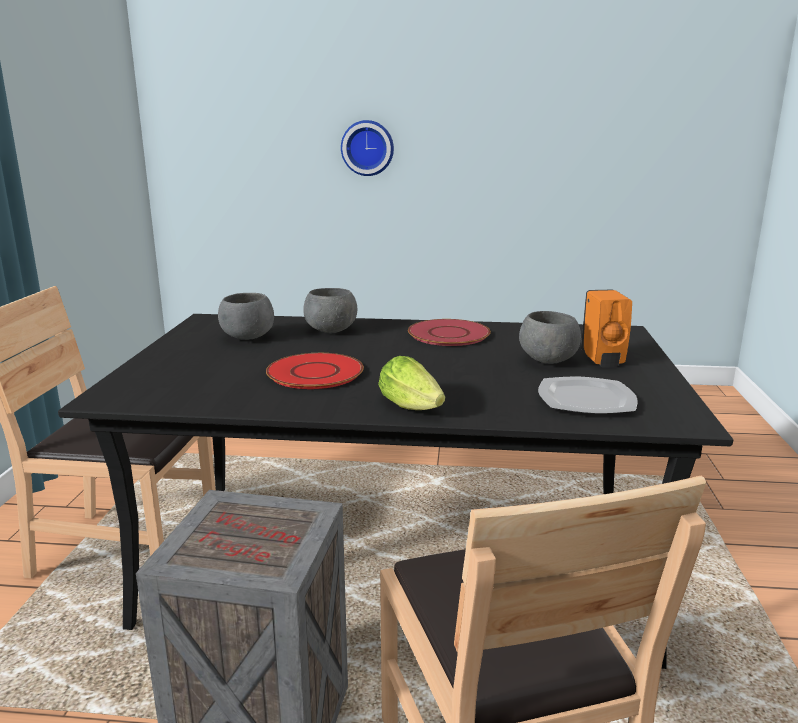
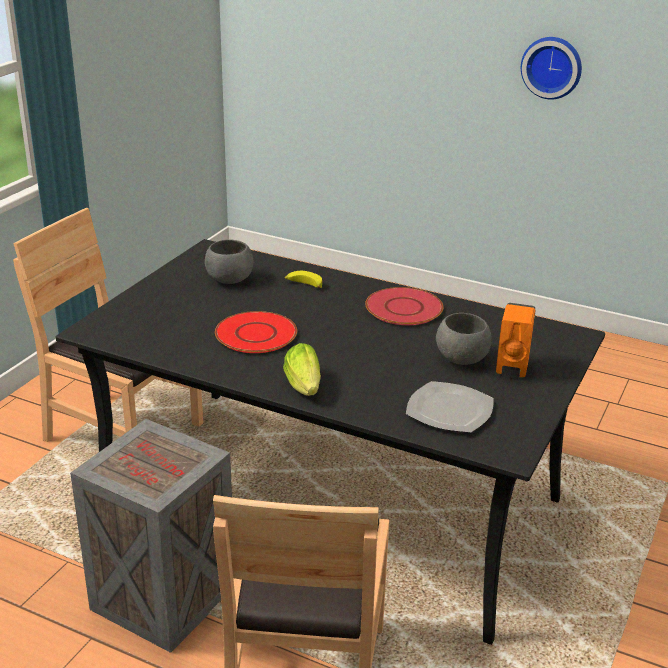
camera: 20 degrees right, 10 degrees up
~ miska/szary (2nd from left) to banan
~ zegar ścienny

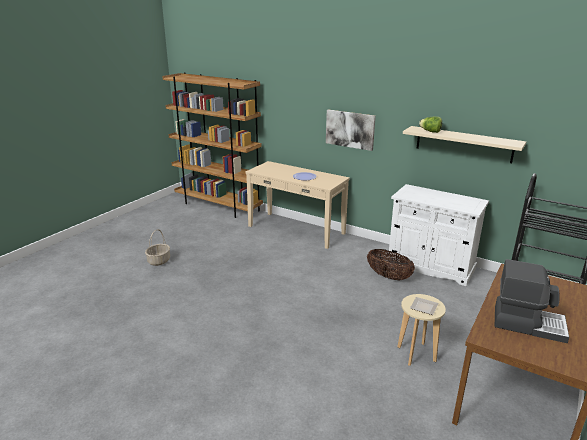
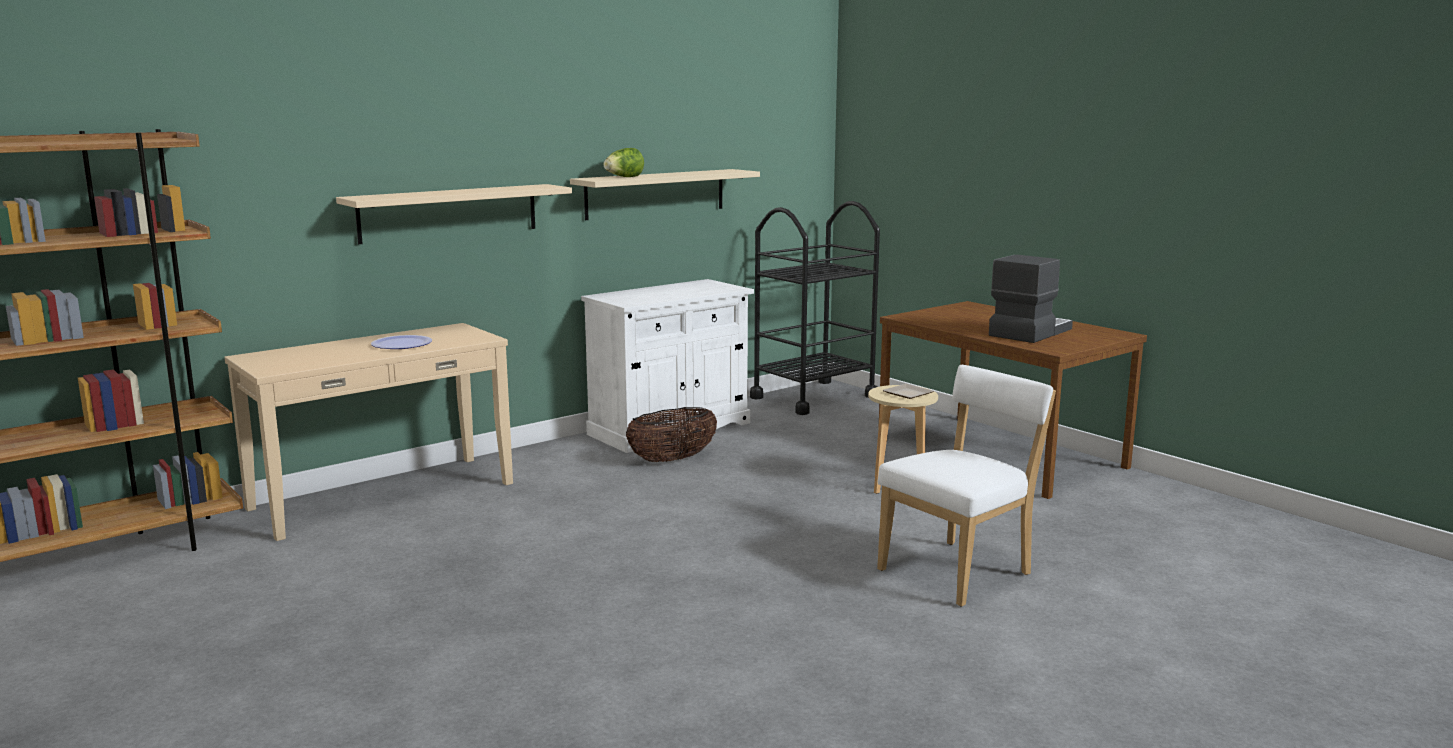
camera: 70 degrees left, 10 degrees down
~ obraz to półka/beżowy (1st from left)
+ krzesło/biały
- koszyk (1st from left)

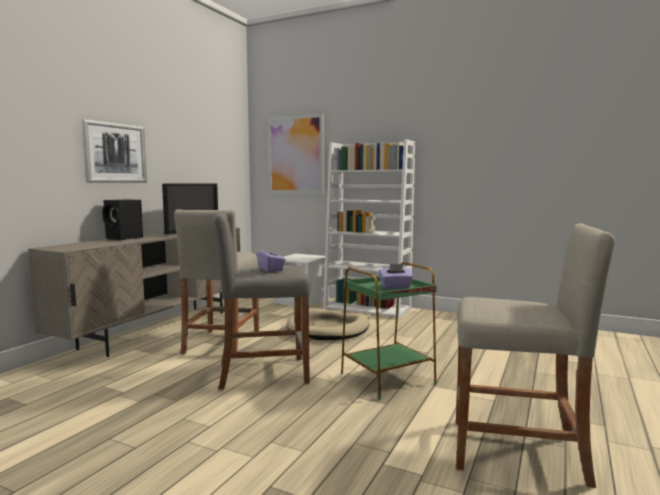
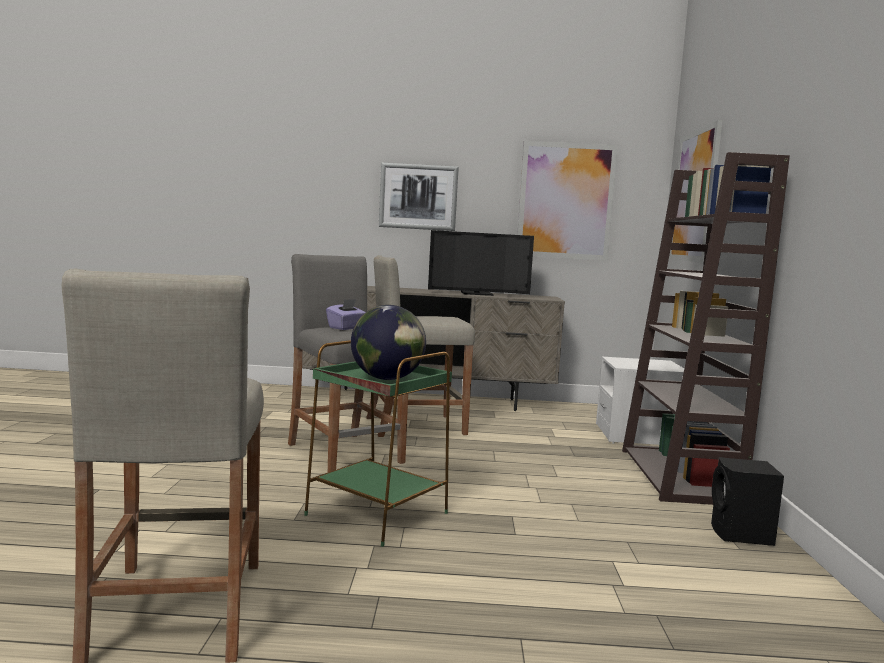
camera: 65 degrees right, 0 degrees up
~ pudełko chusteczek/fioletowy (2nd from left) to globus
+ obraz (2nd from left)
~ regał/biały to regał/brązowy
~ głośnik/czarny
- legowisko/beżowy

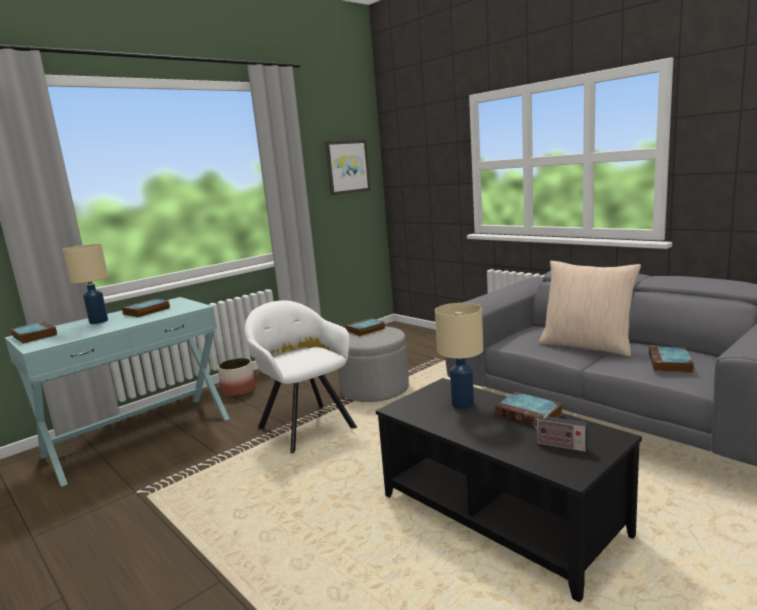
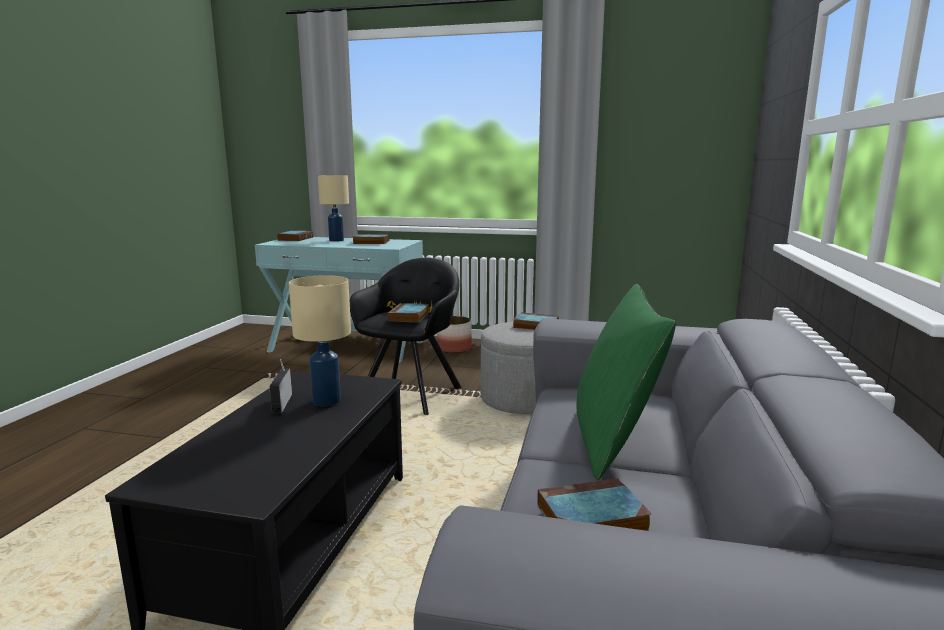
camera: 55 degrees right, 0 degrees up
~ radio
~ fotel/biały to fotel/czarny
~ książka (4th from left in the first image) to książka (3rd from left)
~ poduszka/beżowy to poduszka/zielony
- obraz

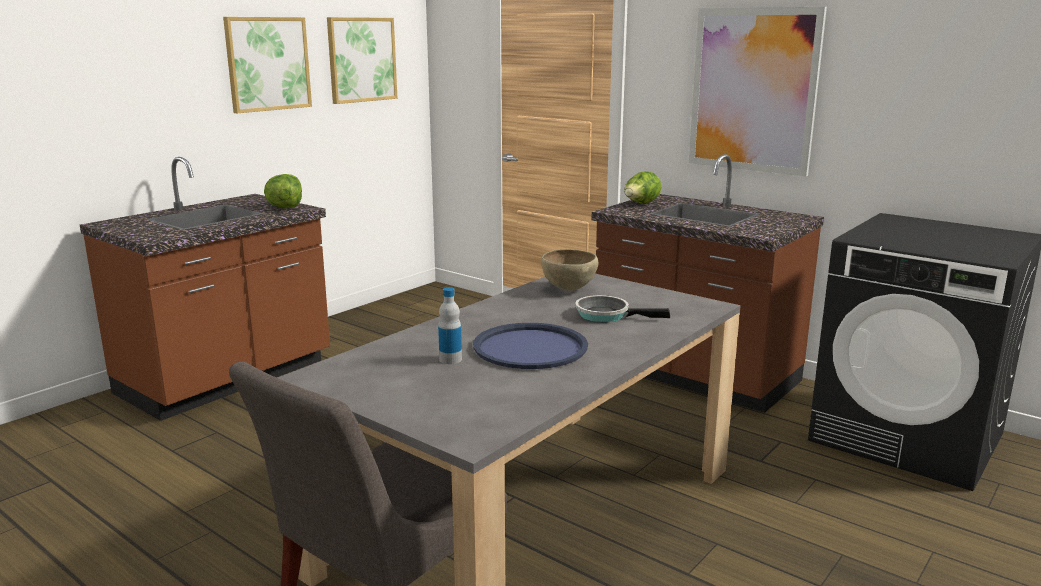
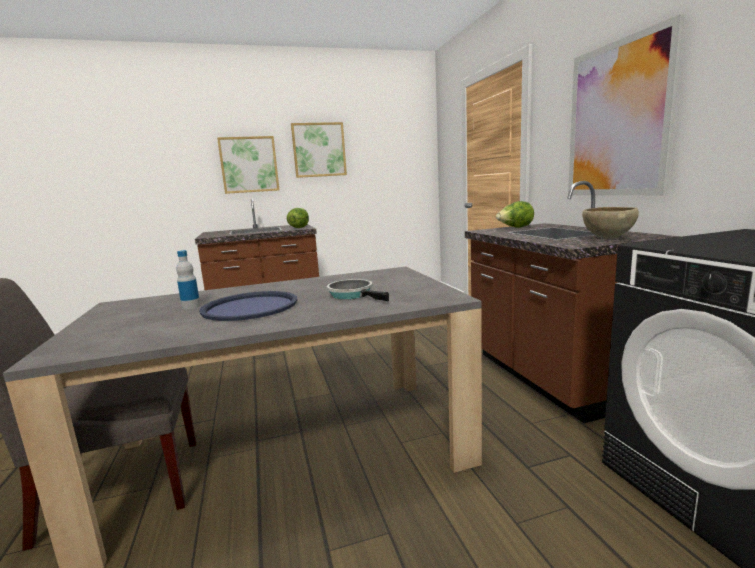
camera: 35 degrees right, 5 degrees down
~ obraz (2nd from left in the first image) to obraz (1st from left)
~ miska/brązowy

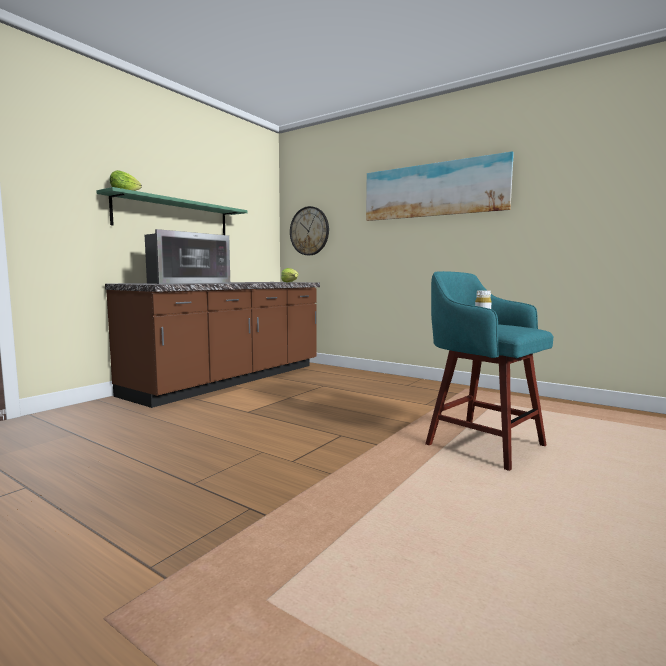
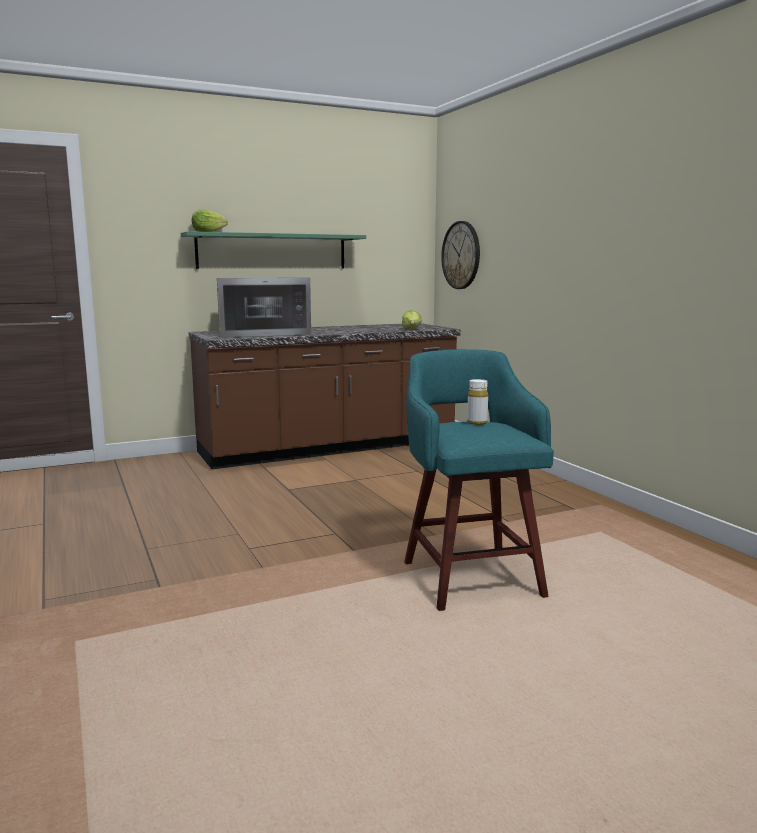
camera: 30 degrees right, 5 degrees up
- obraz

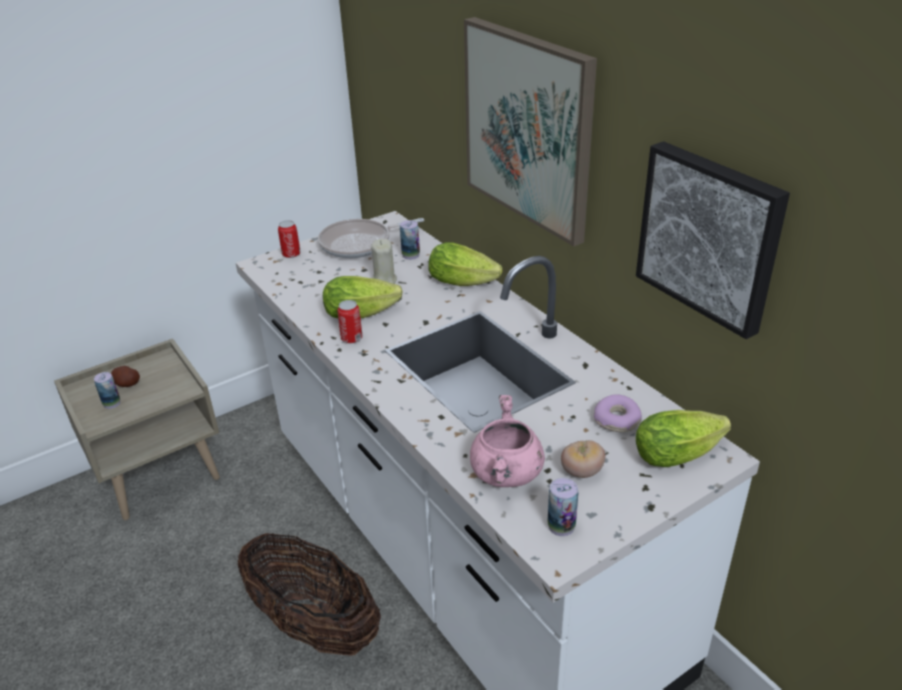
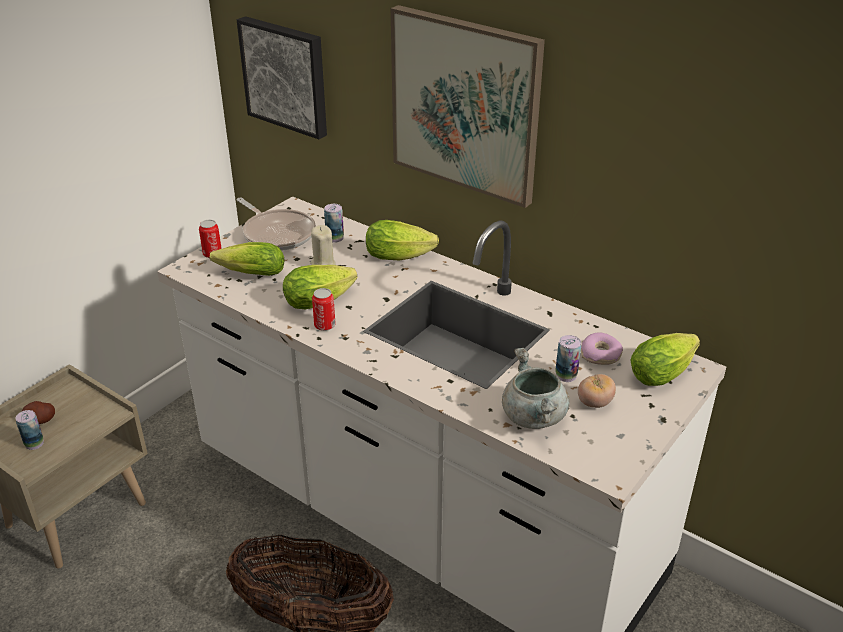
camera: 20 degrees left, 0 degrees up
+ sałata (1st from left)
~ patelnia 90 degrees counterclockwise
~ obraz (2nd from left in the first image) to obraz (1st from left)
~ garnek/różowy to garnek/szary
~ puszka (5th from left)

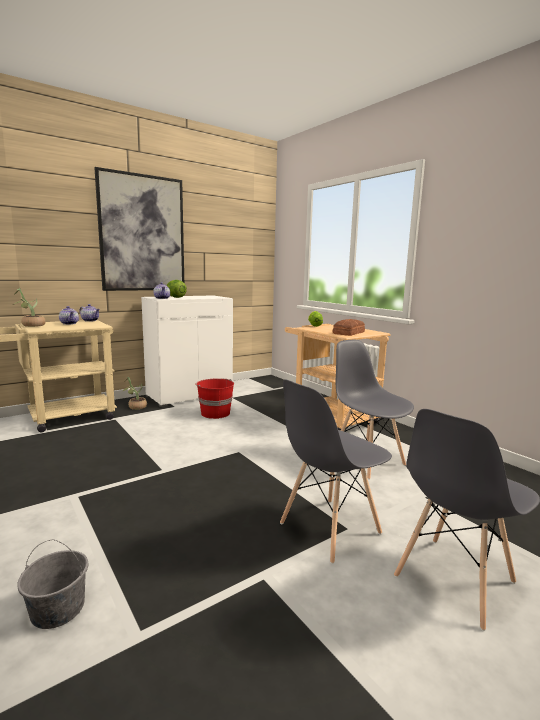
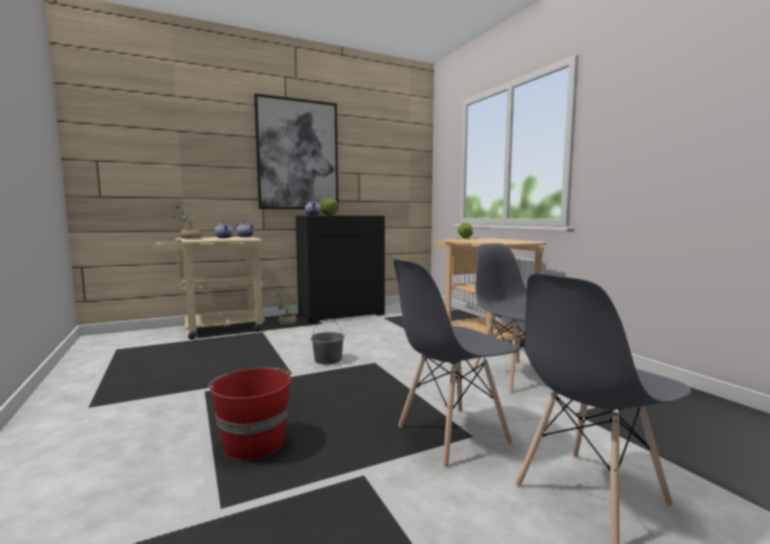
camera: 10 degrees right, 5 degrees down
~ wiadro/czerwony
~ szafka/biały to szafka/czarny
~ wiadro/szary
- chleb

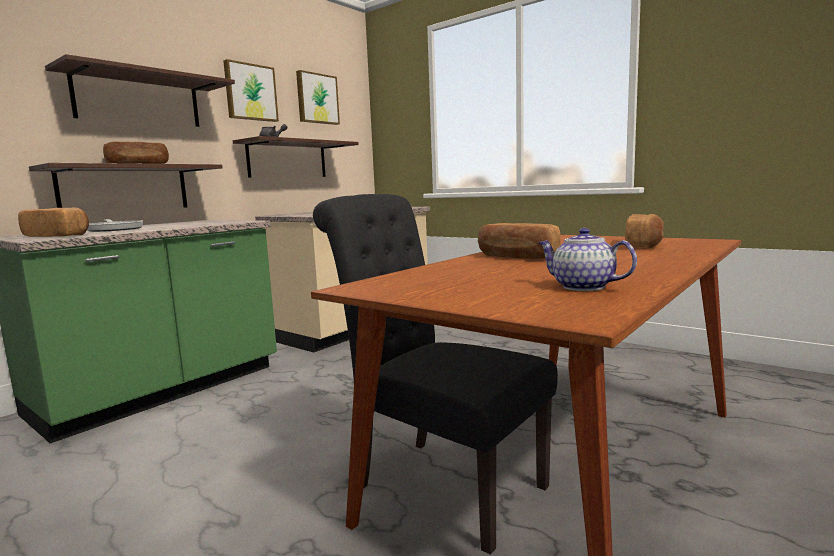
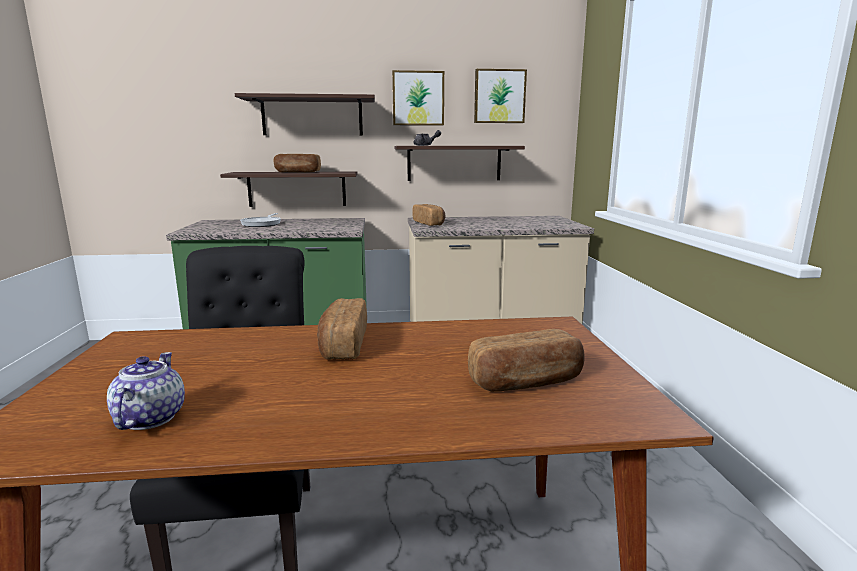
camera: 45 degrees right, 5 degrees up
~ chleb (1st from left in the first image) to chleb (3rd from left)

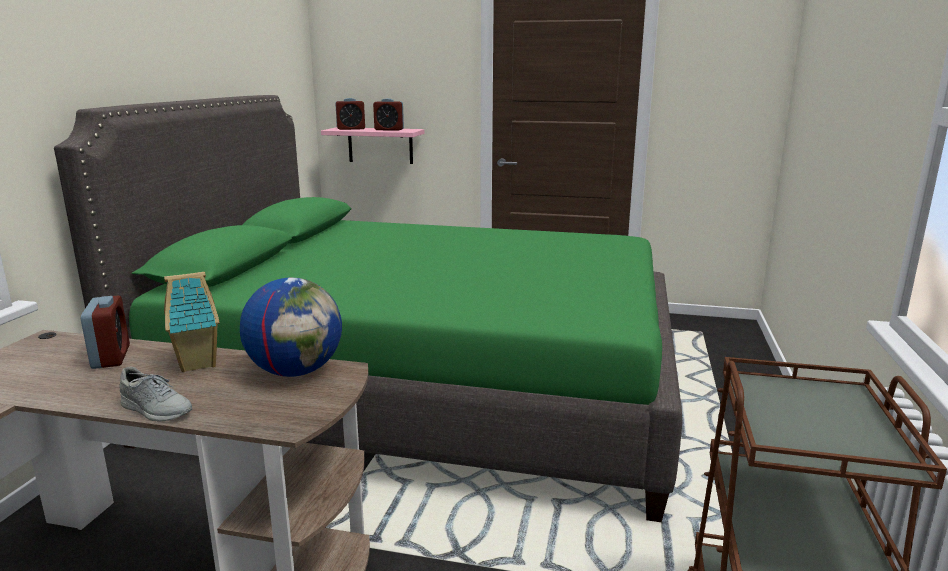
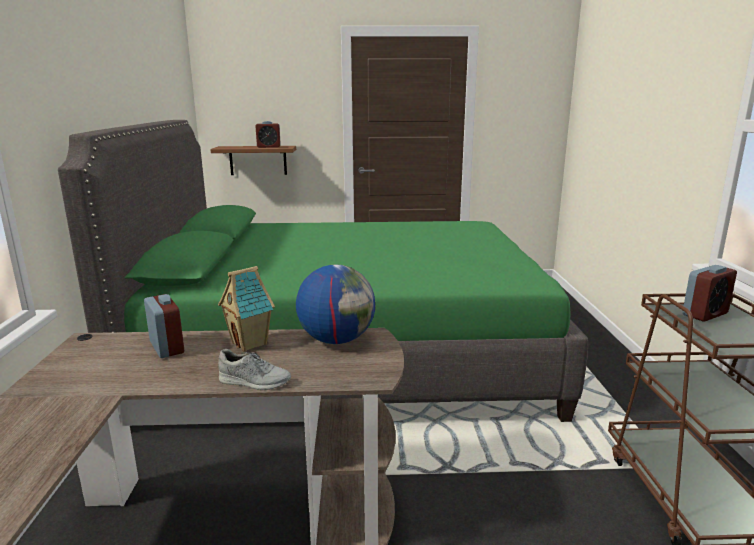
camera: 15 degrees left, 0 degrees up
~ półka/różowy to półka/brązowy
~ budzik (2nd from left in the first image) to budzik (3rd from left)

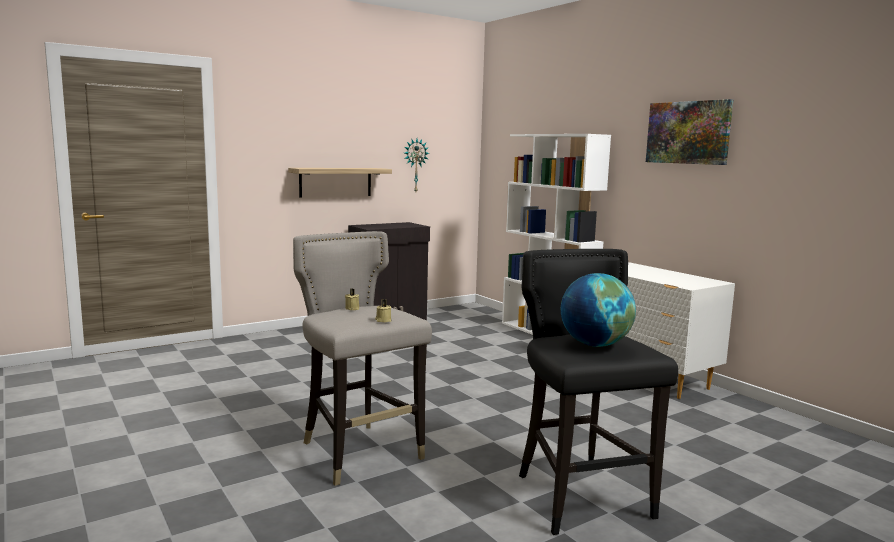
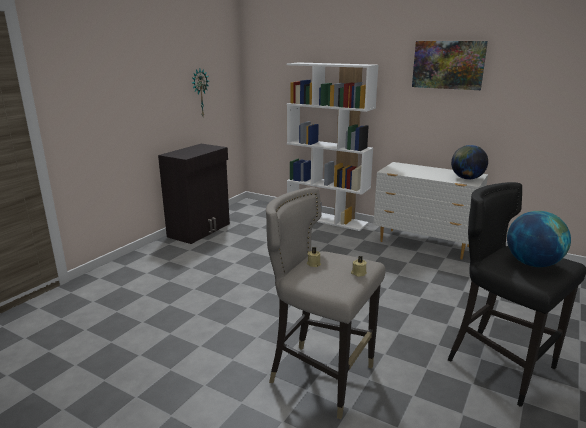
camera: 25 degrees left, 10 degrees up
+ globus (1st from left)
- półka

